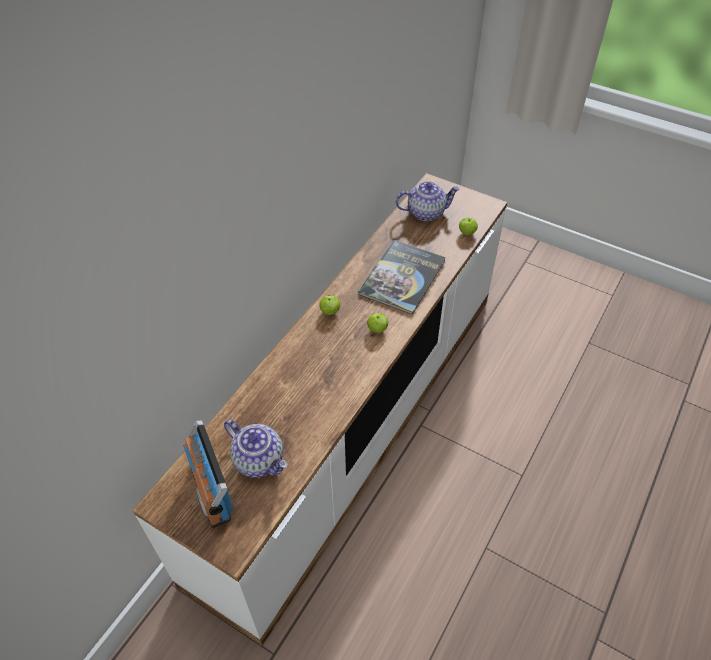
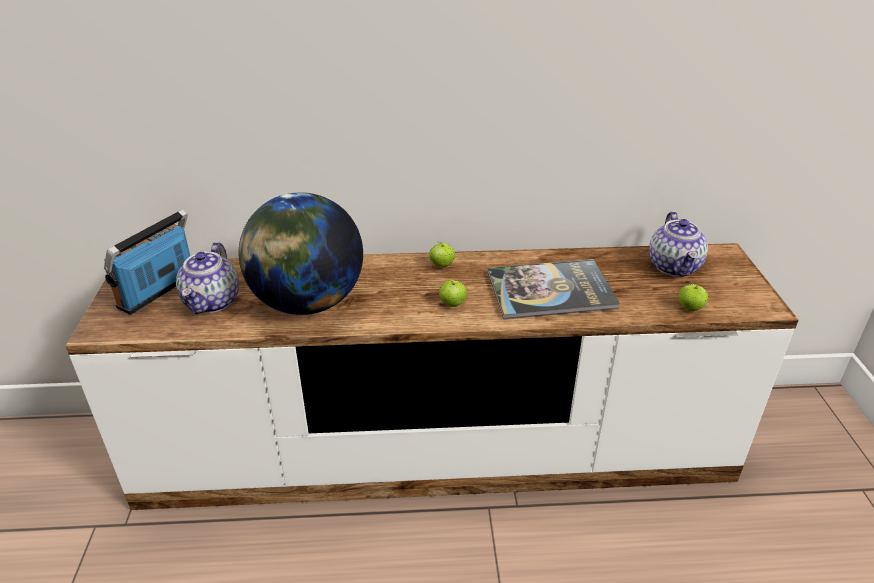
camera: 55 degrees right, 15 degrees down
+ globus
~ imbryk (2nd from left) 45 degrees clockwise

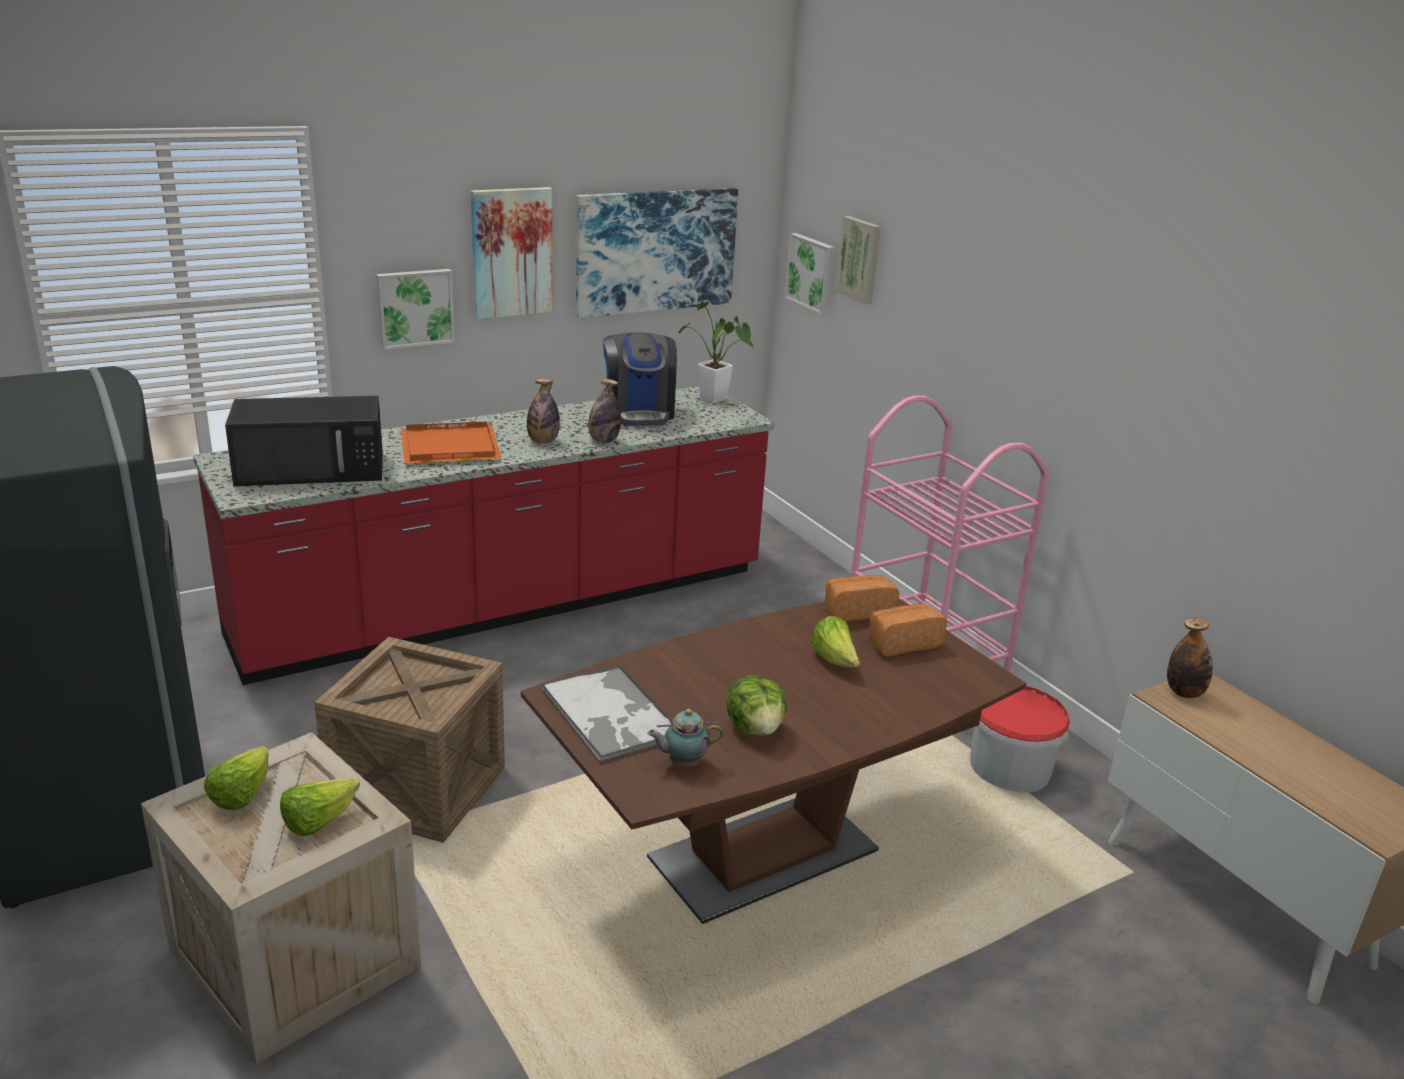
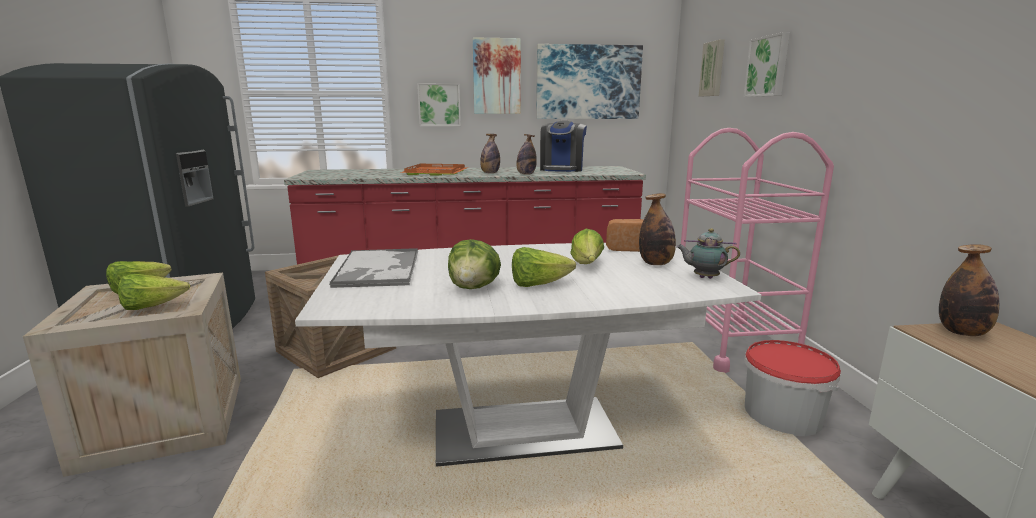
camera: 25 degrees right, 10 degrees down
~ stół jadalny/brązowy to stół jadalny/biały
+ sałata (4th from left)
~ chleb (2nd from left) to butelka (3rd from left)
~ imbryk
~ obraz (4th from left in the first image) to obraz (5th from left)
- mikrofalówka/czarny
- roślina doniczkowa

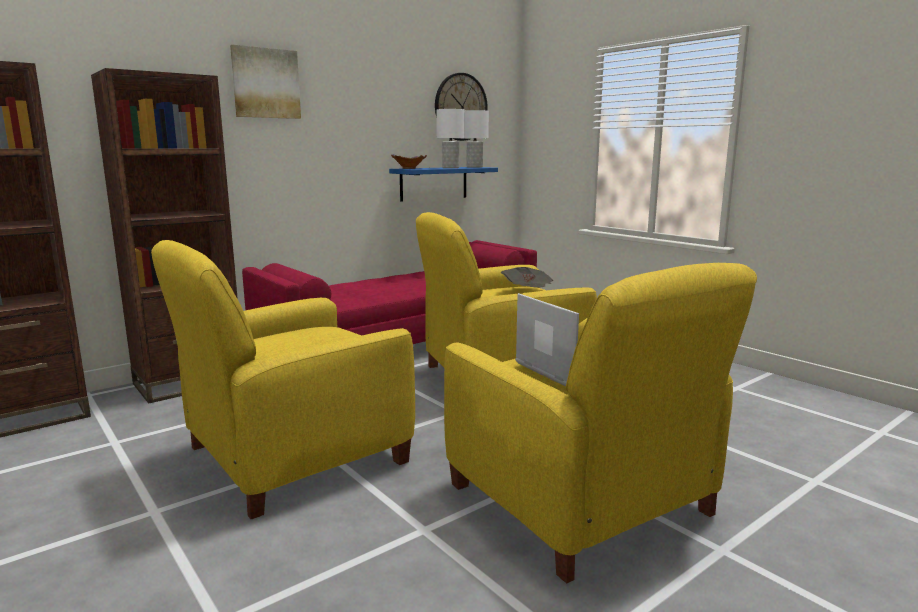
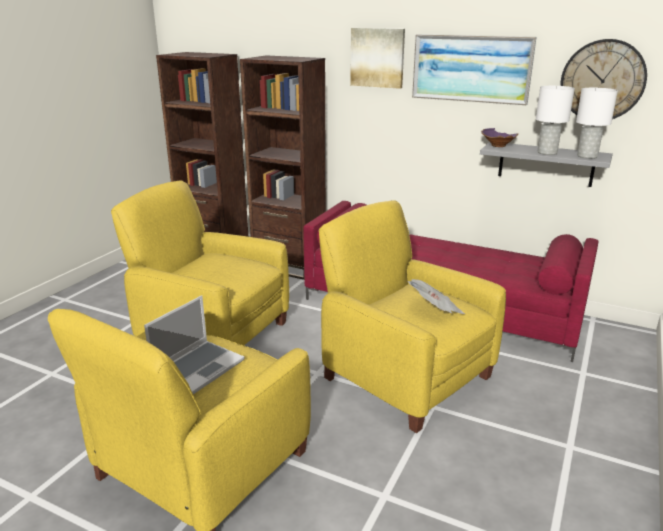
camera: 65 degrees right, 10 degrees up
+ obraz (2nd from left)
~ półka/niebieski to półka/szary

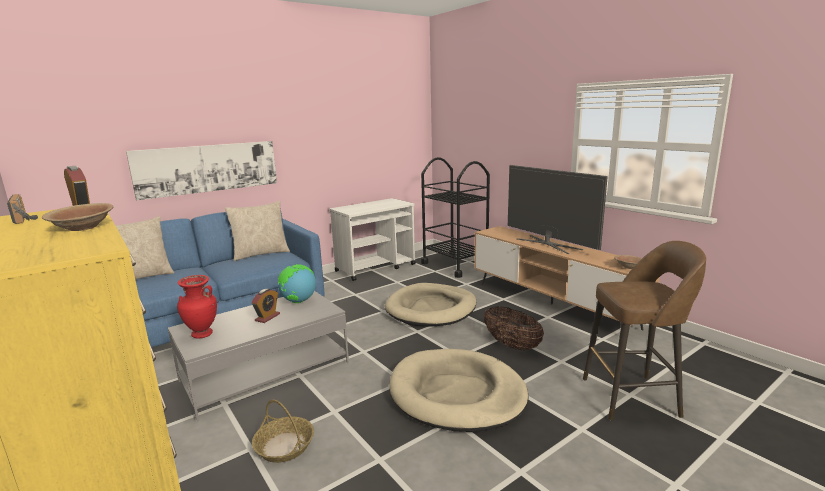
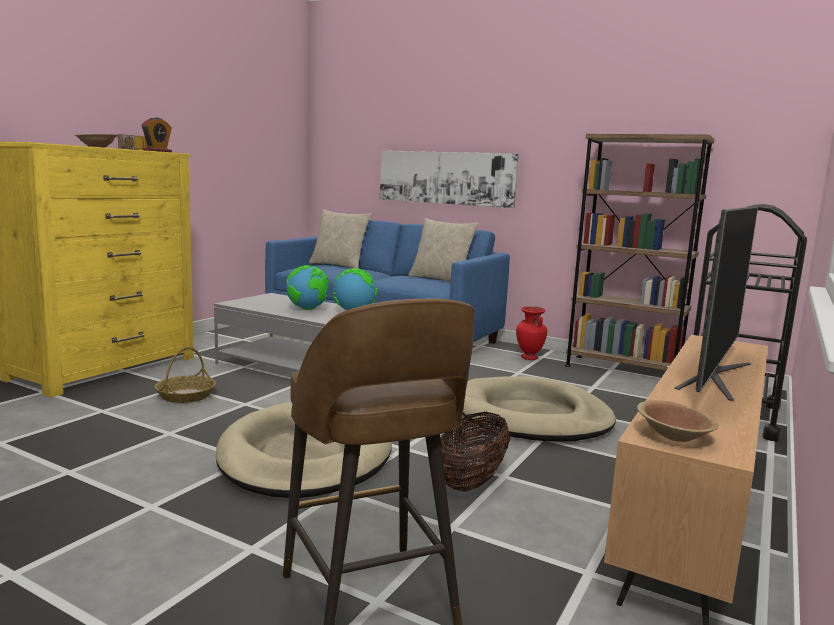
camera: 65 degrees right, 5 degrees down
~ budzik (2nd from left) to globus (1st from left)
~ wazon/czerwony
~ wózek/biały to regał/brązowy

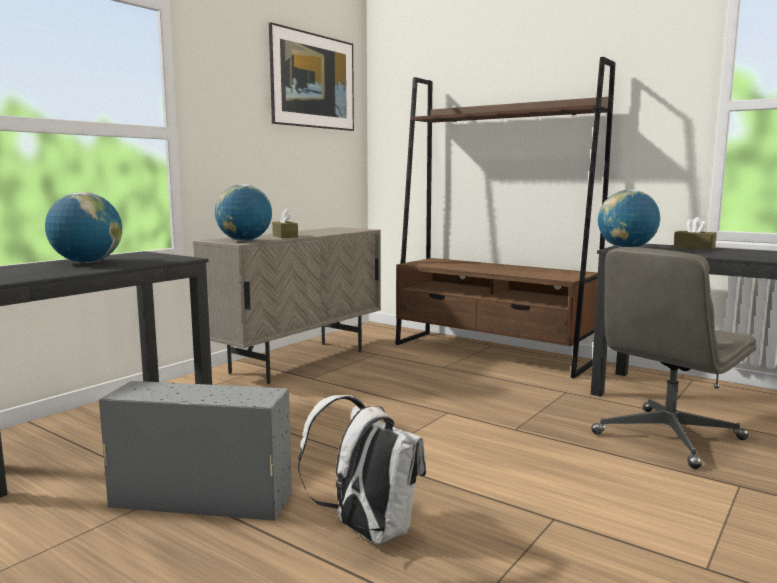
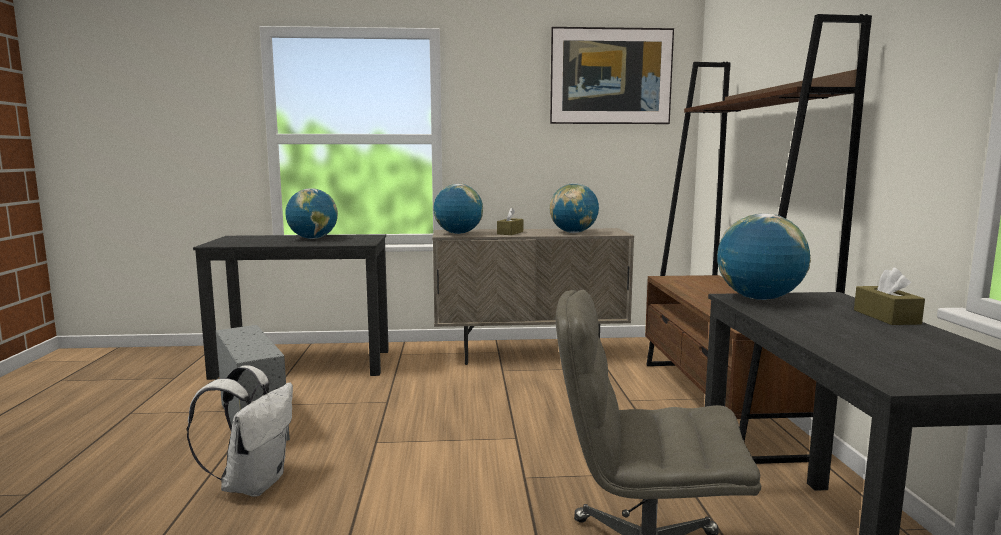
camera: 50 degrees right, 0 degrees up
+ globus (3rd from left)

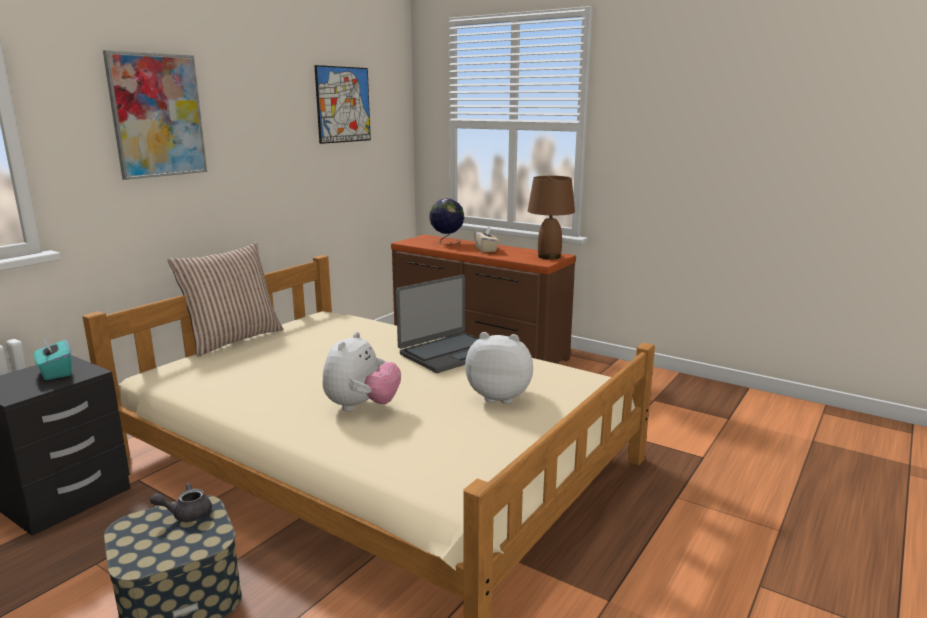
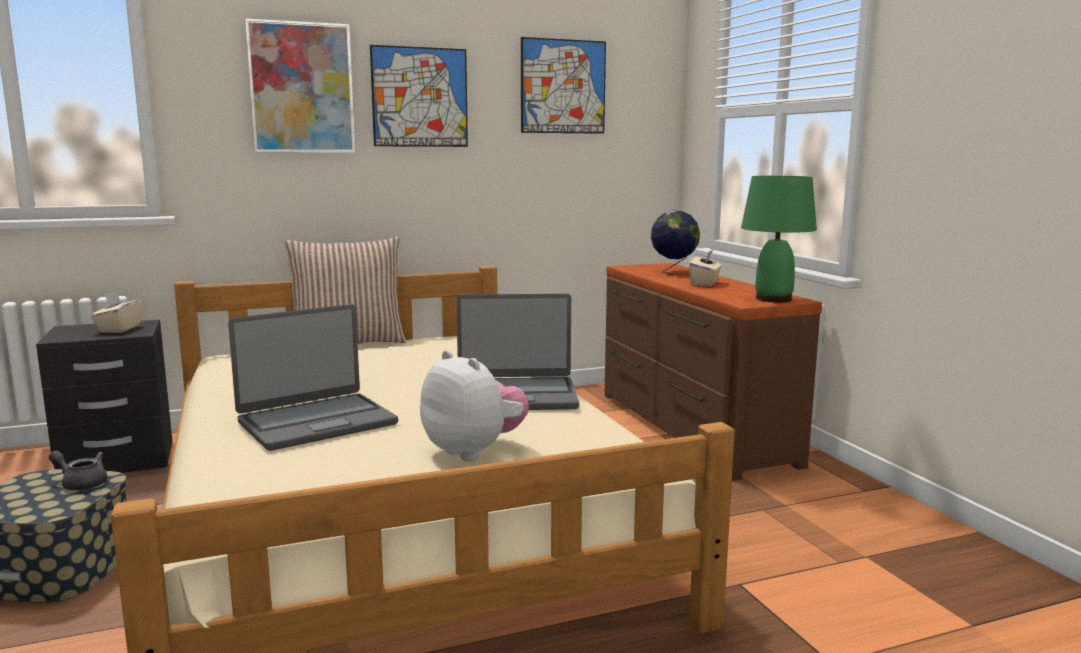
camera: 35 degrees right, 5 degrees down
~ pudełko chusteczek/turkusowy to pudełko chusteczek/beżowy (1st from left)
~ pluszak (1st from left) to laptop (1st from left)
+ obraz (2nd from left)
~ lampa stołowa/brązowy to lampa stołowa/zielony

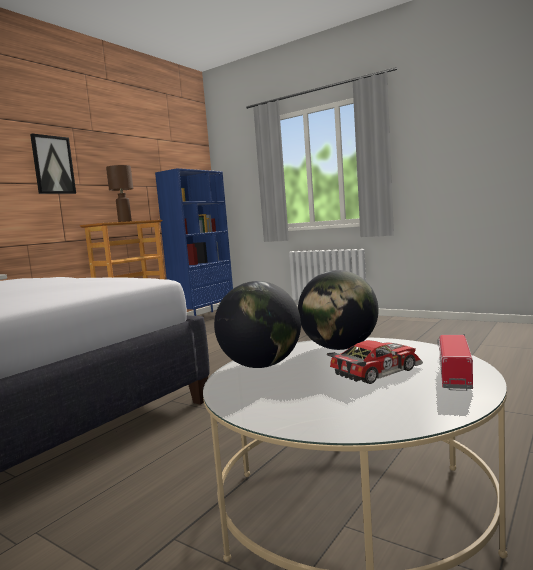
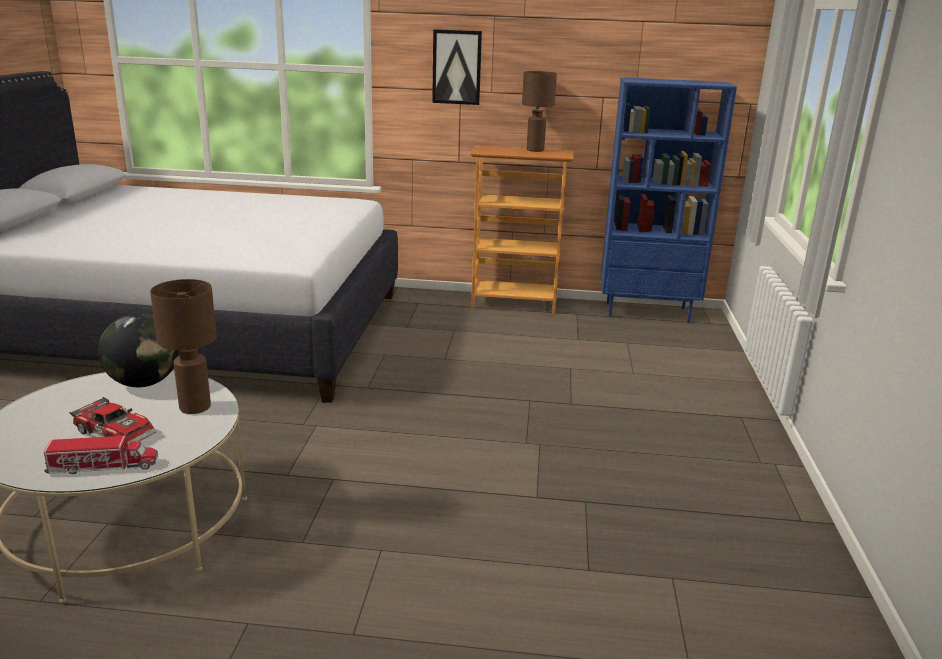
camera: 60 degrees right, 15 degrees up
~ globus (2nd from left) to lampa stołowa/brązowy (1st from left)

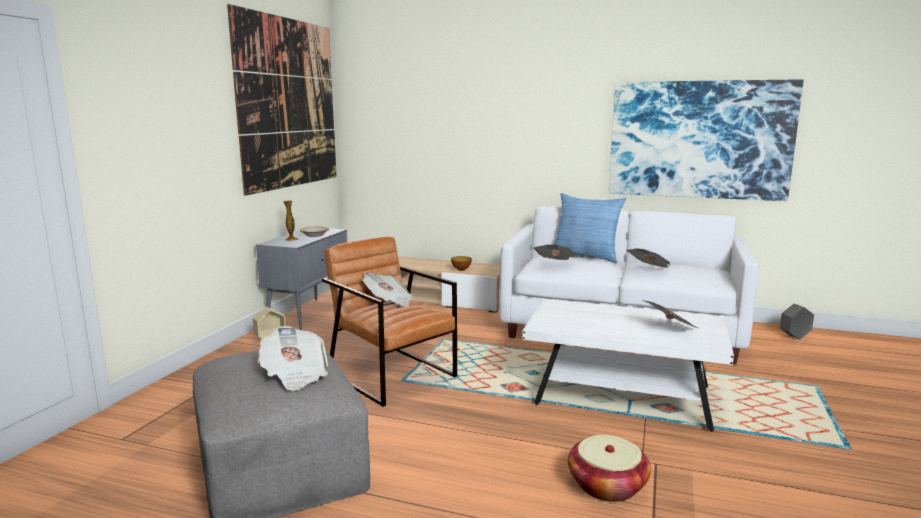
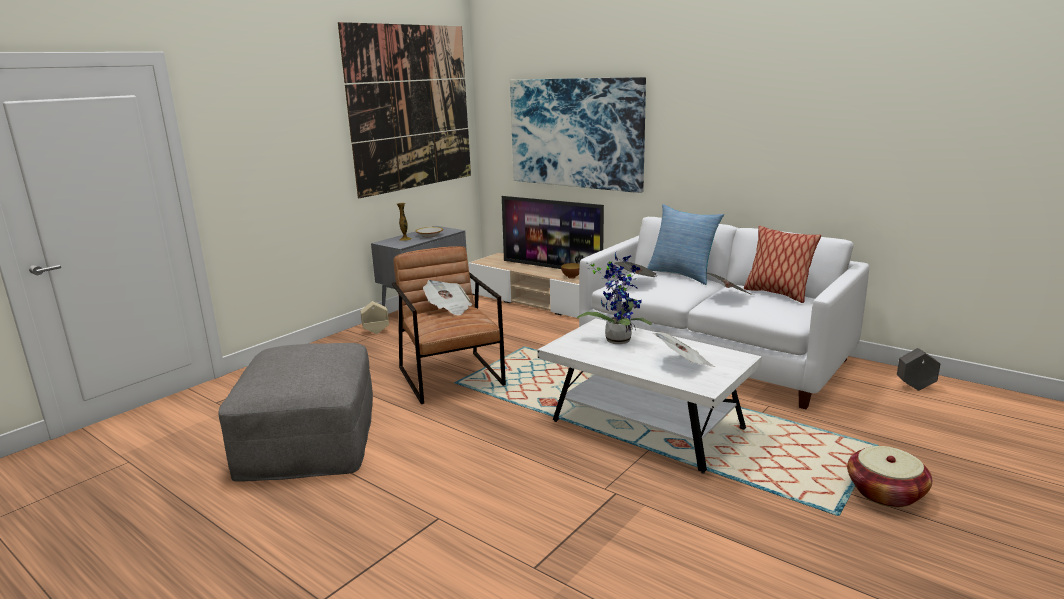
camera: 20 degrees right, 5 degrees up
+ telewizor
~ obraz (2nd from left)
+ roślina doniczkowa
+ poduszka (2nd from left)
~ koszyk
- gazeta (1st from left)

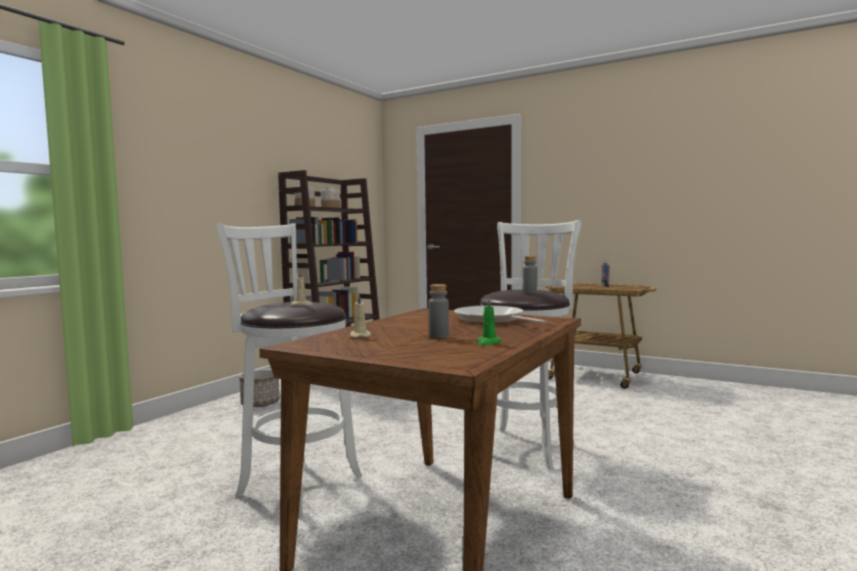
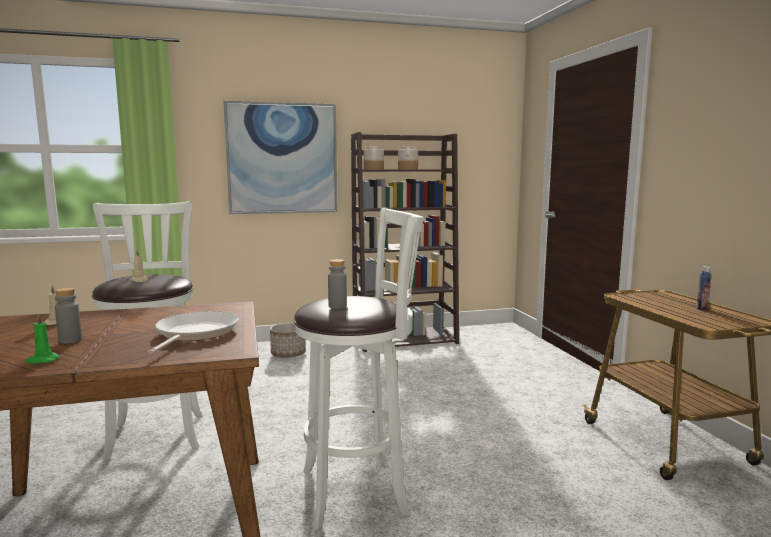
camera: 45 degrees right, 5 degrees up
+ obraz

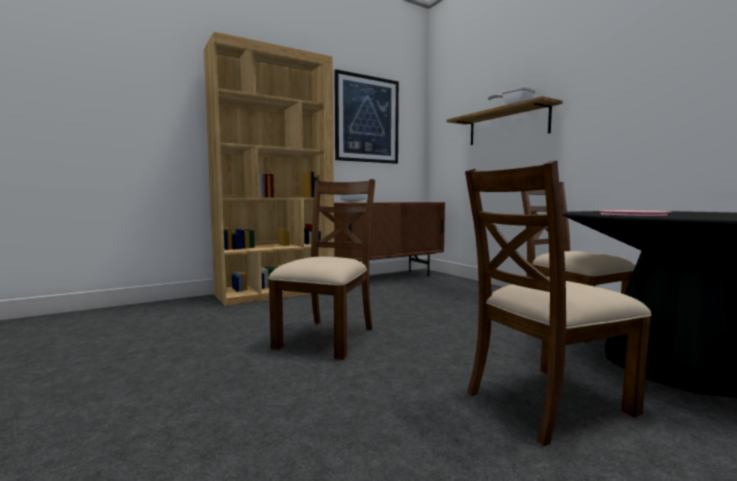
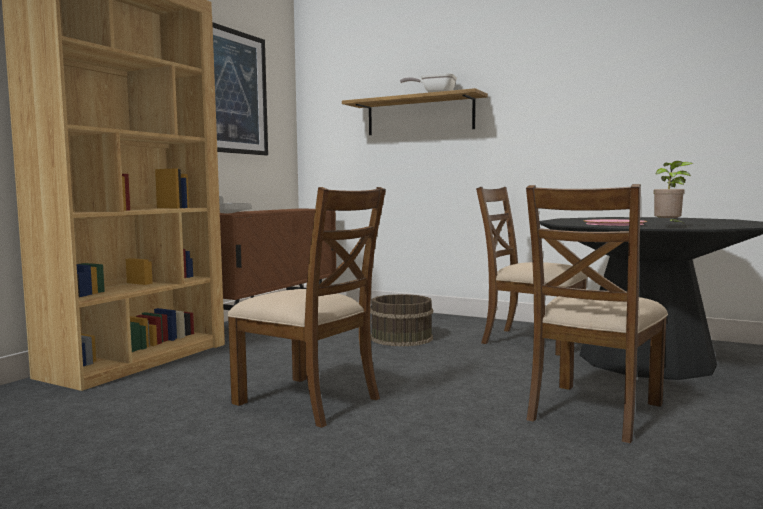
camera: 30 degrees left, 0 degrees up
~ krzesło/brązowy (1st from left) 135 degrees clockwise
+ wiadro/brązowy
+ roślina doniczkowa

